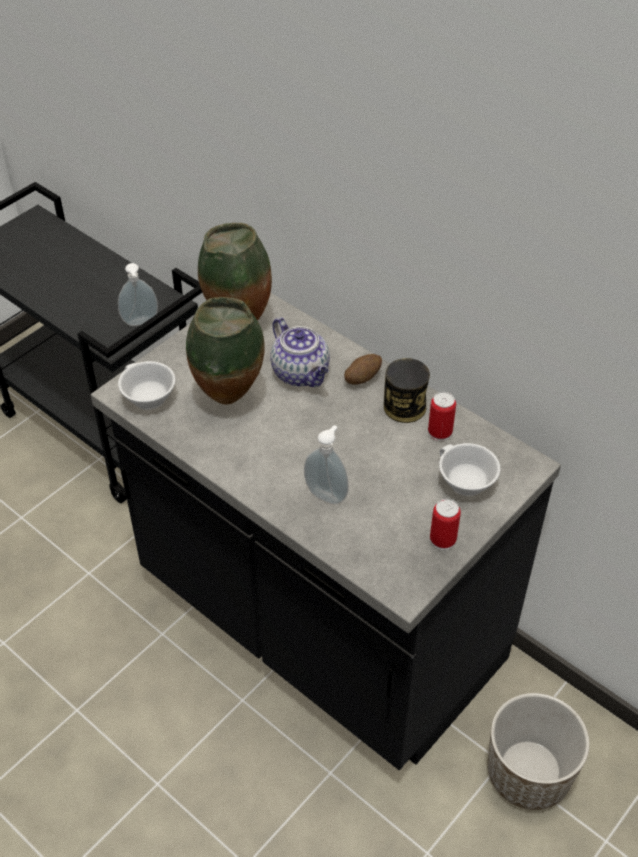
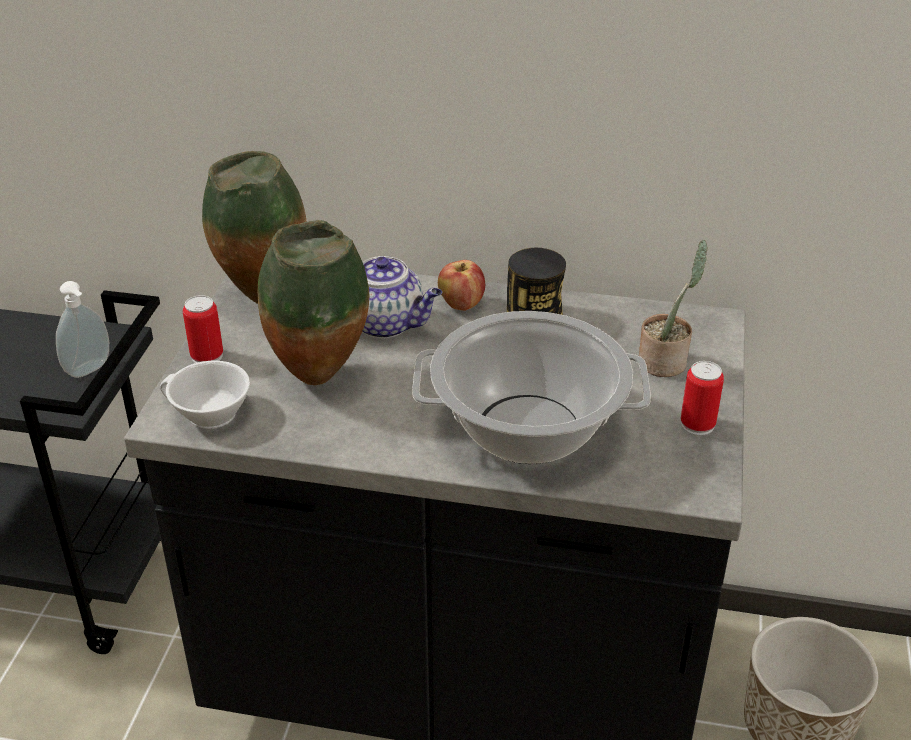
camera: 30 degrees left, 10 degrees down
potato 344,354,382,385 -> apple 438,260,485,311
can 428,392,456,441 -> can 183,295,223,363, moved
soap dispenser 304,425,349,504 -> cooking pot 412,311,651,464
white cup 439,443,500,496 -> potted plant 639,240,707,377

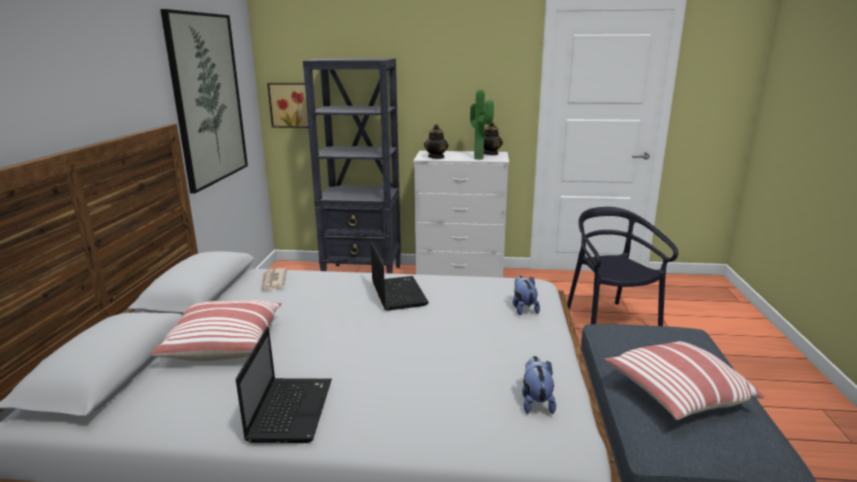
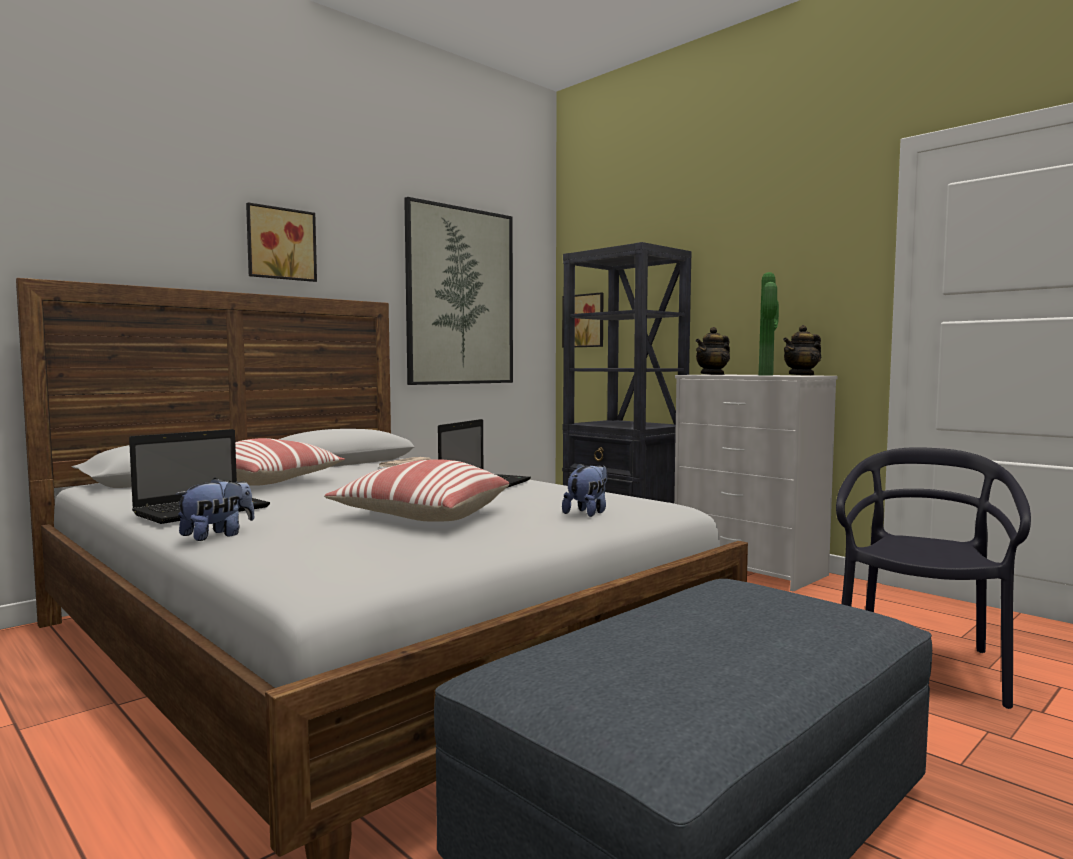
camera: 40 degrees right, 15 degrees down
pillow 605,341,765,420 -> pillow 324,459,509,522, moved
plush toy 522,356,556,414 -> plush toy 175,478,254,541, moved
none -> picture 246,202,317,282

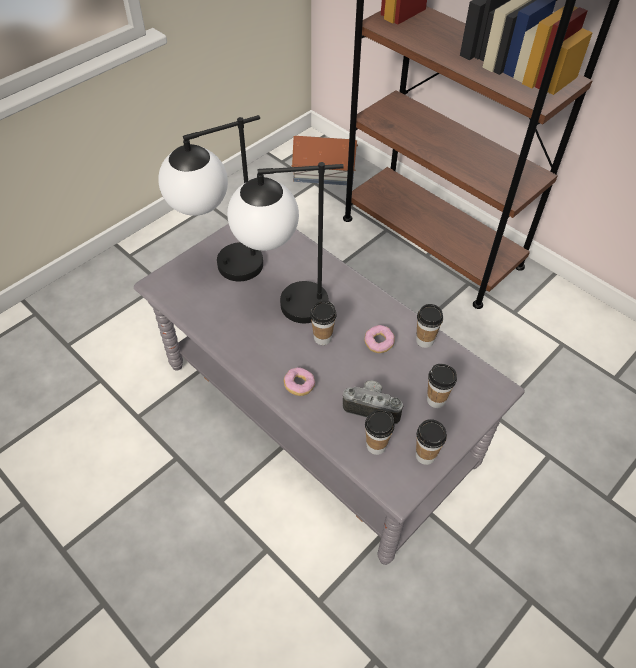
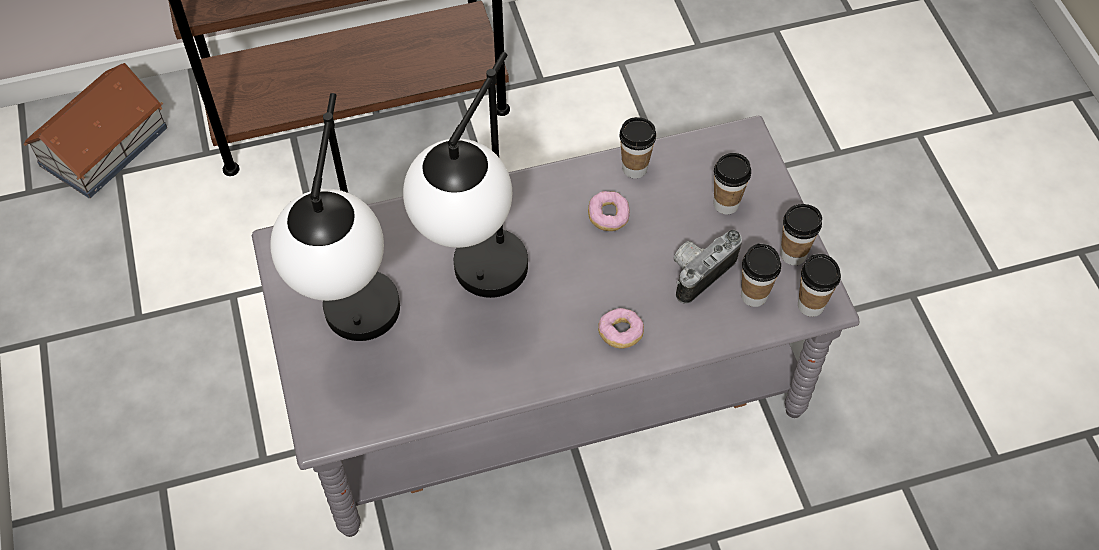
camera: 60 degrees left, 5 degrees up
cup 310,301,336,345 -> cup 798,254,841,317, moved

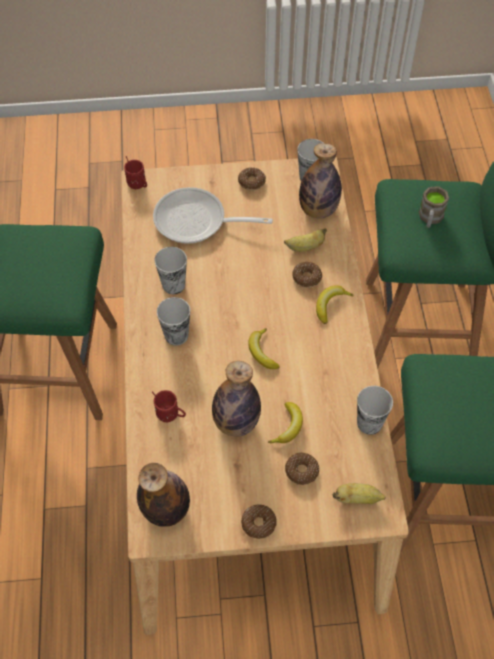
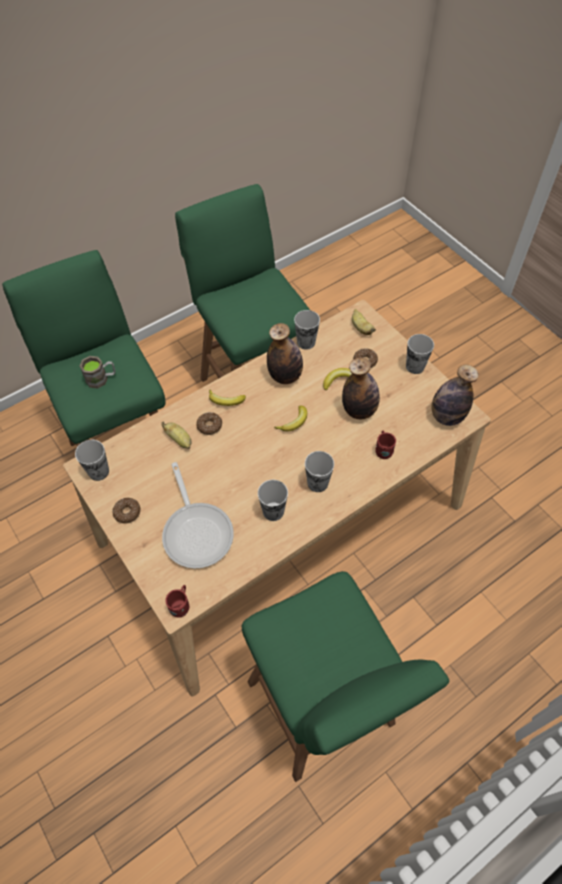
camera: 120 degrees left, 0 degrees up
bottle 299,143,342,219 -> bottle 267,323,303,384, moved
donut 241,504,277,539 -> cup 406,334,434,374

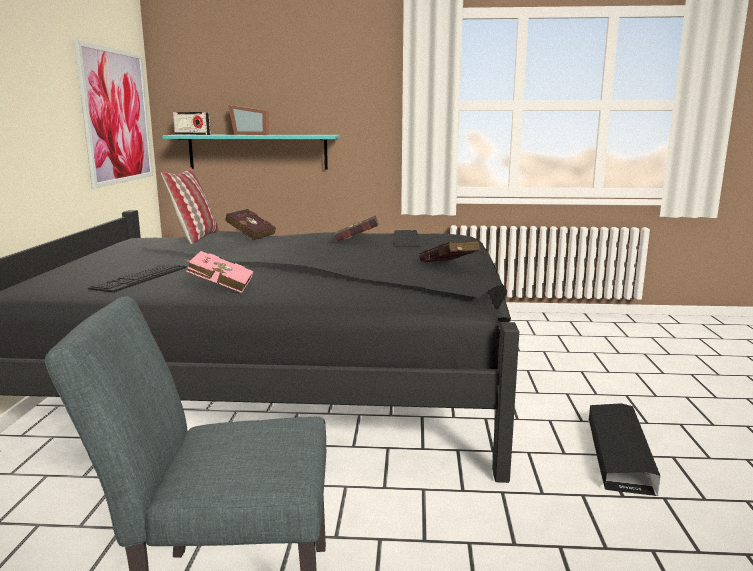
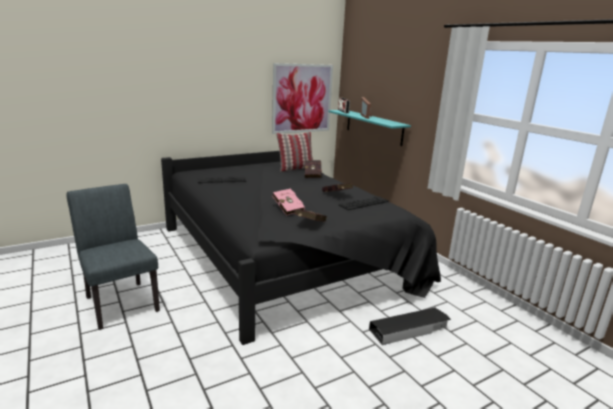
camera: 55 degrees right, 5 degrees up
pink book 184,251,254,293 -> pink book 272,189,305,216, moved
black storage box 588,403,661,496 -> black storage box 369,308,451,345, moved

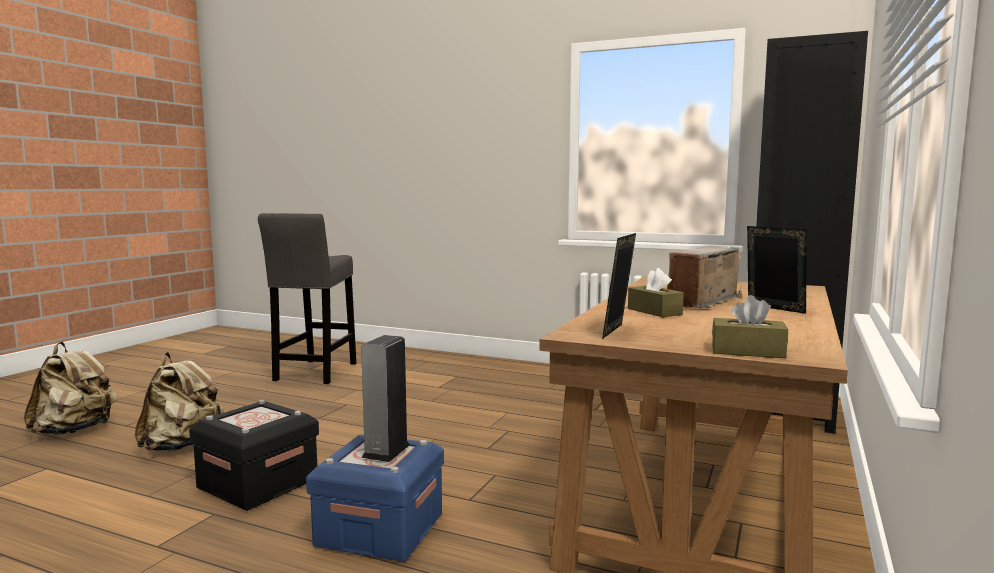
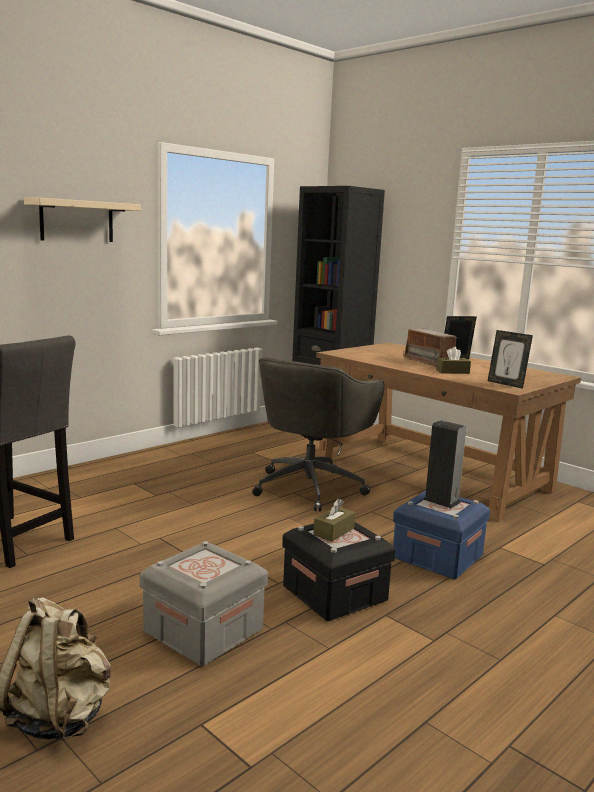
camera: 70 degrees left, 5 degrees up
brown tissue box 712,295,788,358 -> brown tissue box 313,499,355,542, moved
beige backpack 134,352,224,451 -> grey storage box 140,541,268,666
none -> beige shelf 24,198,141,242
none -> grey office chair 252,357,385,512

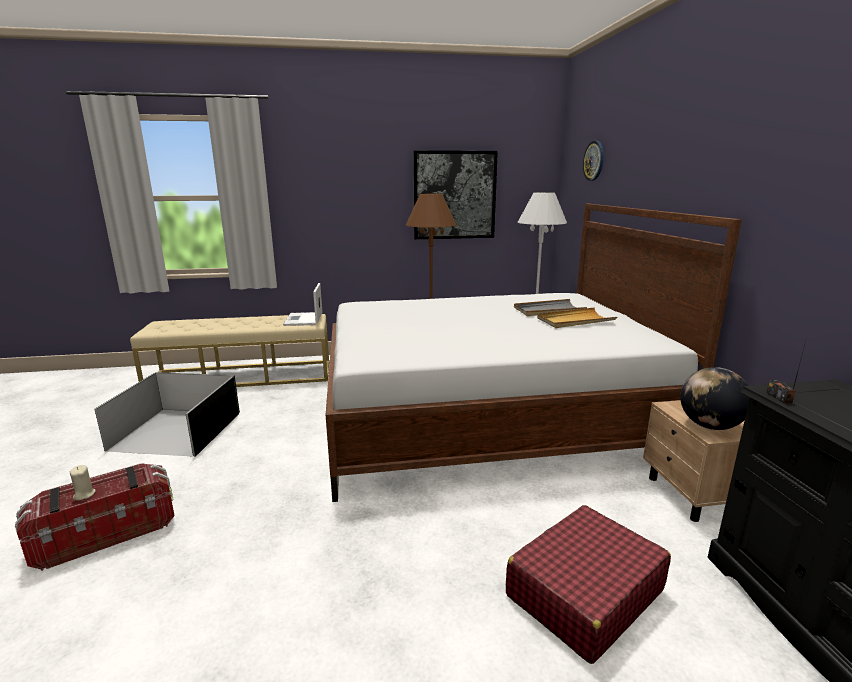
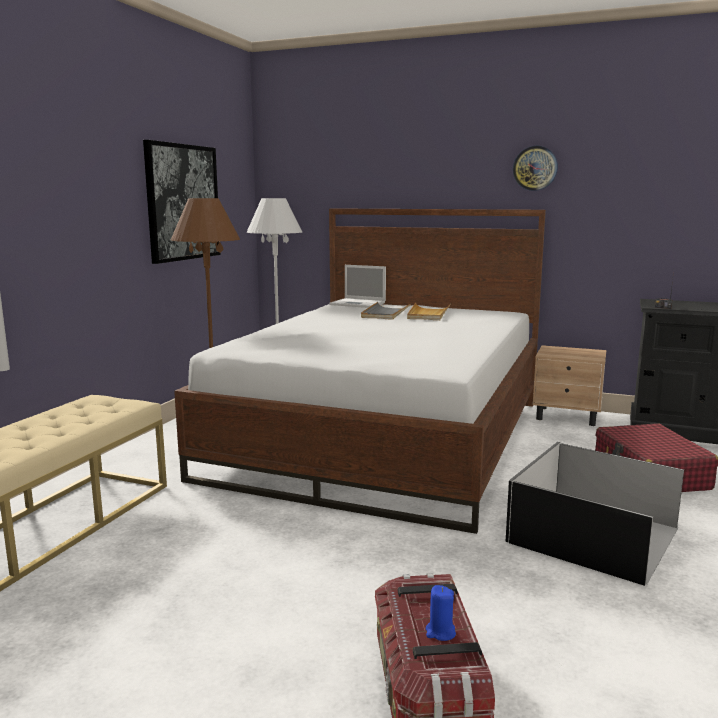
camera: 60 degrees left, 5 degrees down
wall clock 583,141,604,181 -> wall clock 513,146,558,191, moved
laptop 283,283,322,326 -> laptop 329,265,386,308, moved
globe 680,367,750,430 -> none
black storage box 94,372,240,457 -> black storage box 505,442,684,586, moved
beige candle 70,465,96,500 -> blue candle 425,585,456,641

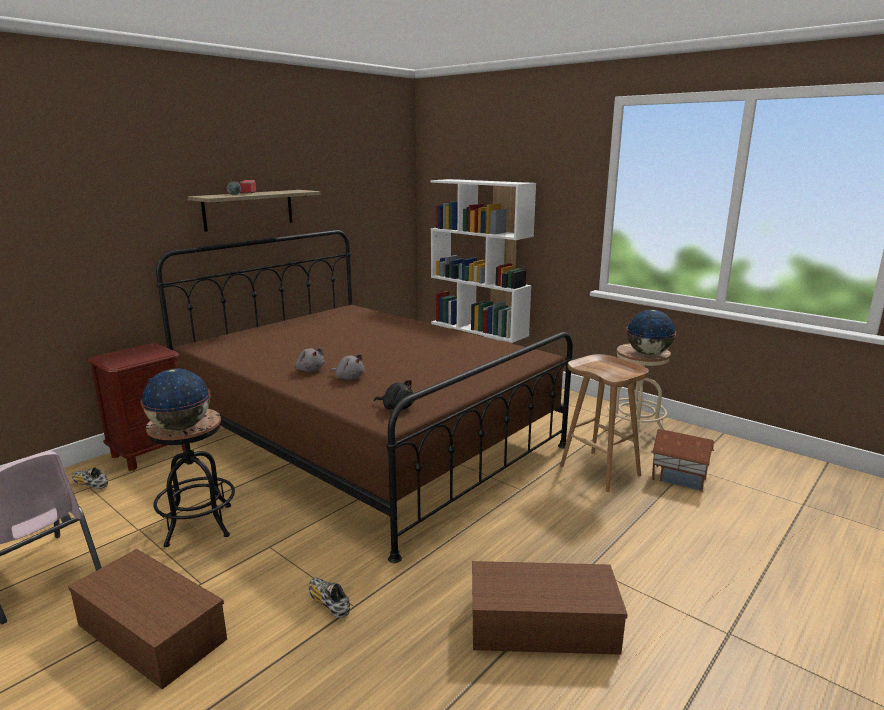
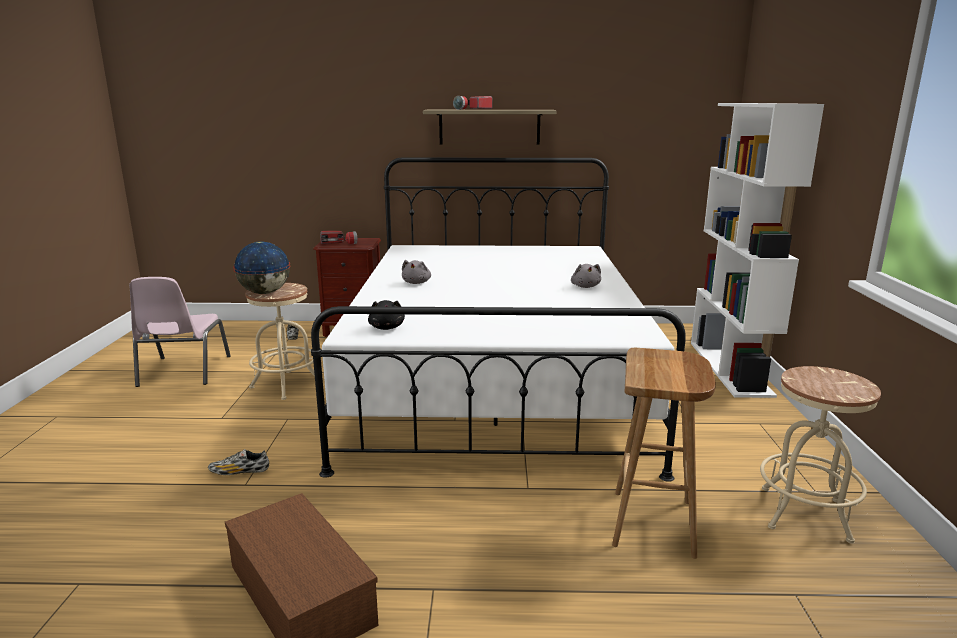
camera: 50 degrees right, 0 degrees up
brown bed 156,230,573,563 -> white bed 311,158,686,482
globe 626,310,676,355 -> none
grey plush toy 331,353,365,380 -> grey plush toy 571,264,601,288, moved
black stool 146,409,235,547 -> beige stool 245,283,315,400
toy house 651,429,714,492 -> none
brown storage box 68,549,227,689 -> none
shoe 309,578,350,618 -> shoe 208,449,269,475, 105 degrees counterclockwise
none -> flashlight 320,231,358,244

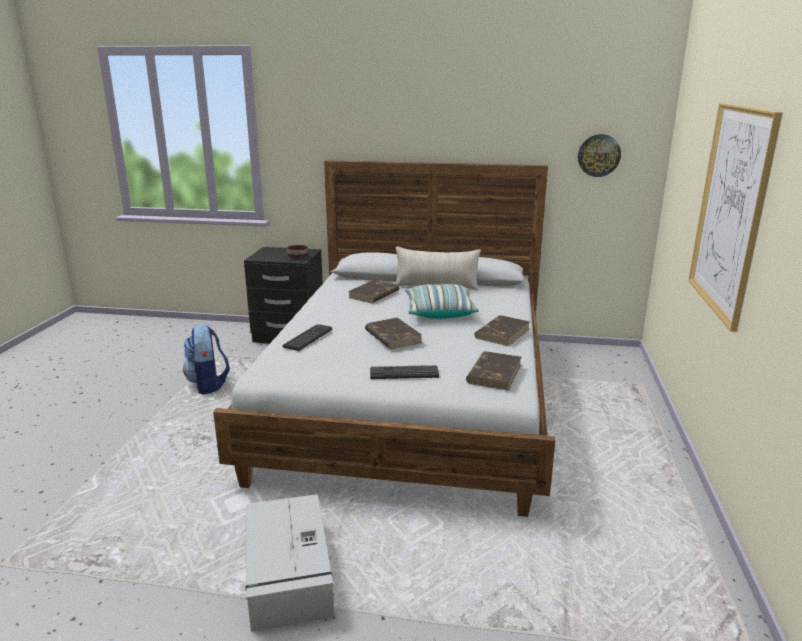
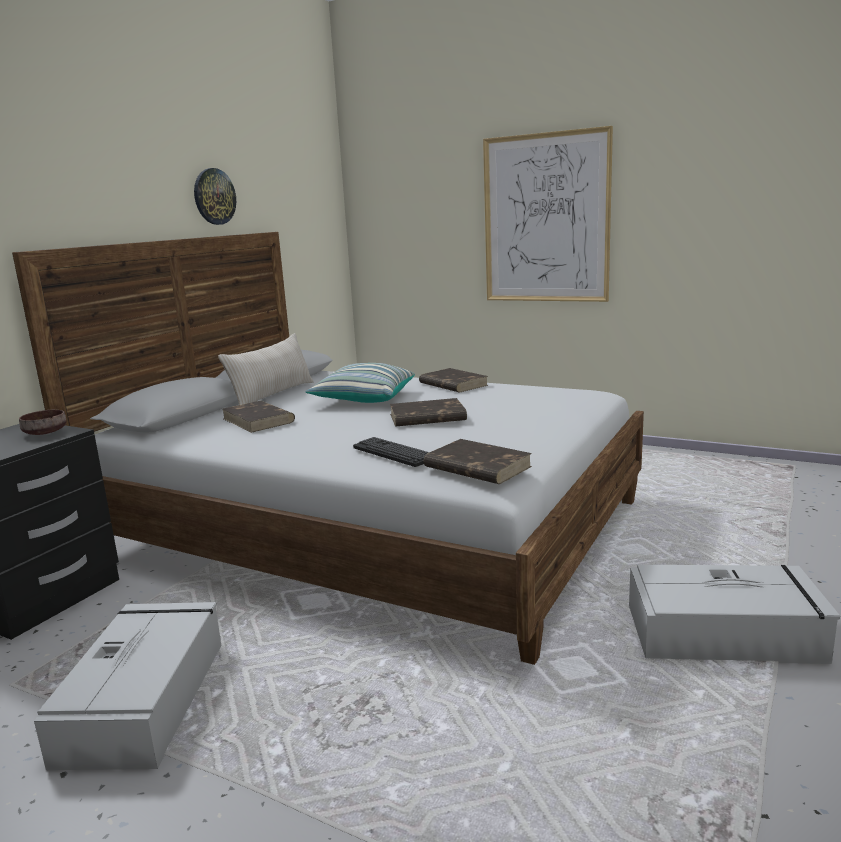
camera: 70 degrees left, 5 degrees down
wall clock 578,134,621,177 -> wall clock 194,168,236,225, moved
backpack 183,324,230,395 -> grey storage box 34,602,221,770
brown book 466,351,522,391 -> brown book 424,439,532,484, moved
keyboard 370,365,439,379 -> none

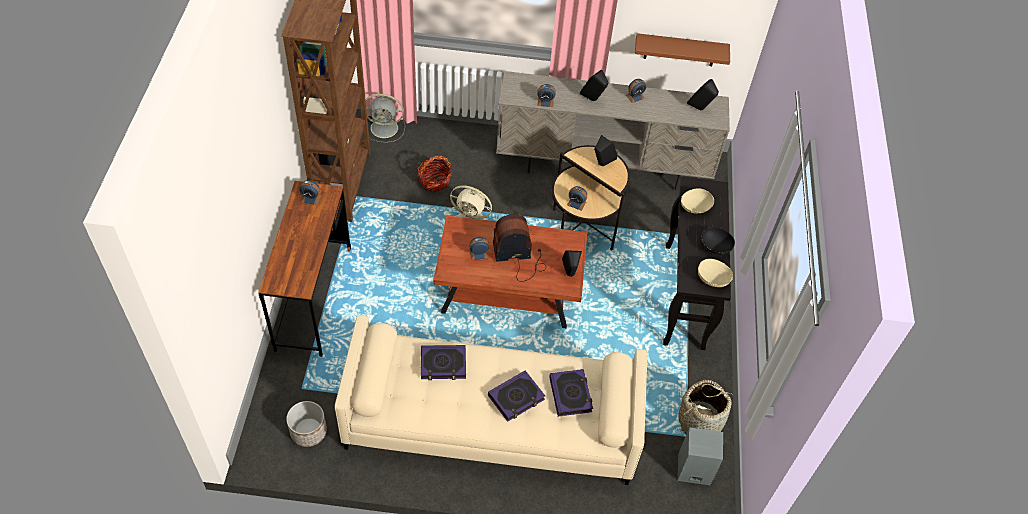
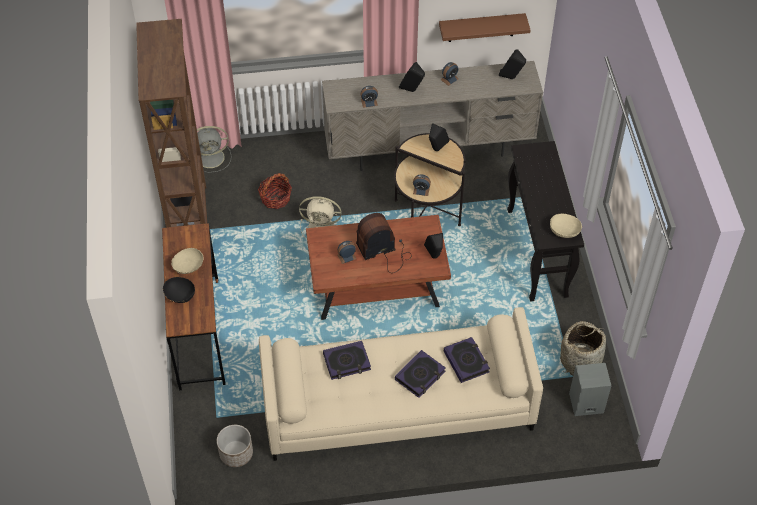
camera: 10 degrees left, 0 degrees up
alarm clock 300,180,322,205 -> none
beige bowl 681,189,714,213 -> beige bowl 171,248,204,274, moved
black bowl 701,227,735,255 -> black bowl 163,277,195,303, moved

